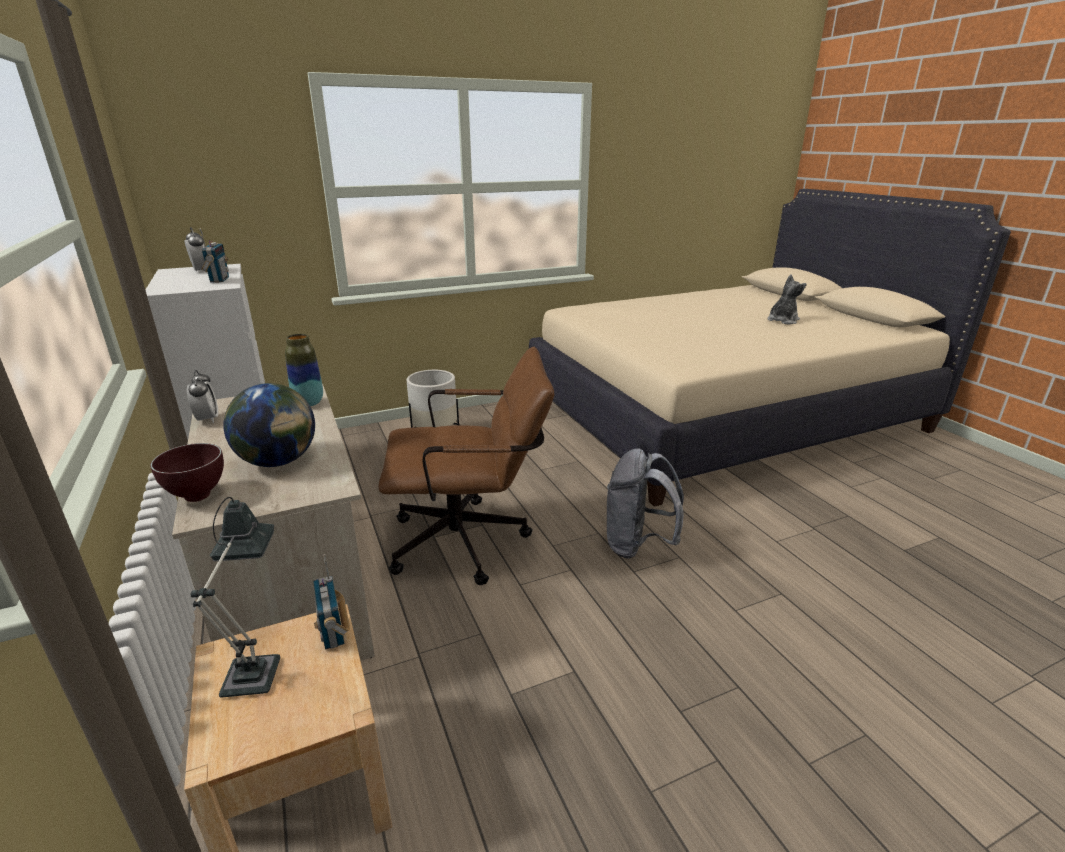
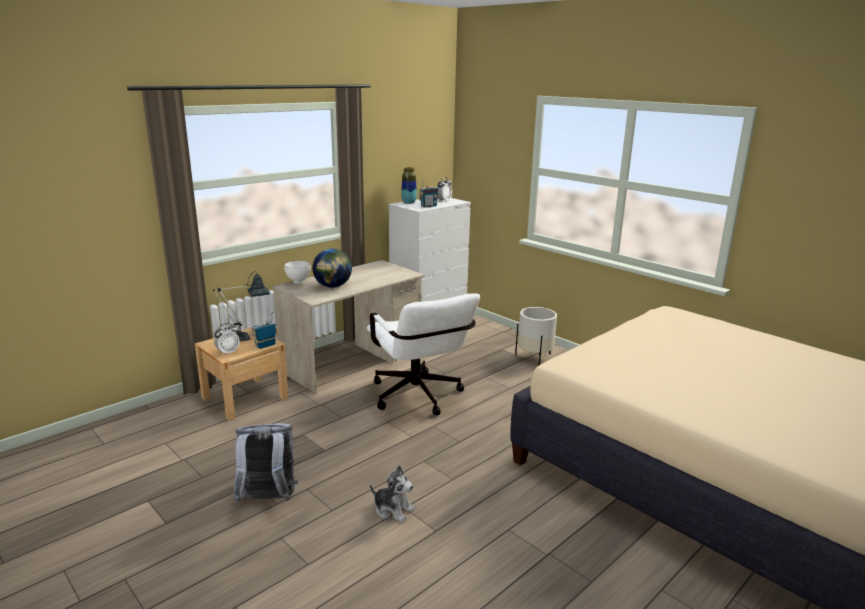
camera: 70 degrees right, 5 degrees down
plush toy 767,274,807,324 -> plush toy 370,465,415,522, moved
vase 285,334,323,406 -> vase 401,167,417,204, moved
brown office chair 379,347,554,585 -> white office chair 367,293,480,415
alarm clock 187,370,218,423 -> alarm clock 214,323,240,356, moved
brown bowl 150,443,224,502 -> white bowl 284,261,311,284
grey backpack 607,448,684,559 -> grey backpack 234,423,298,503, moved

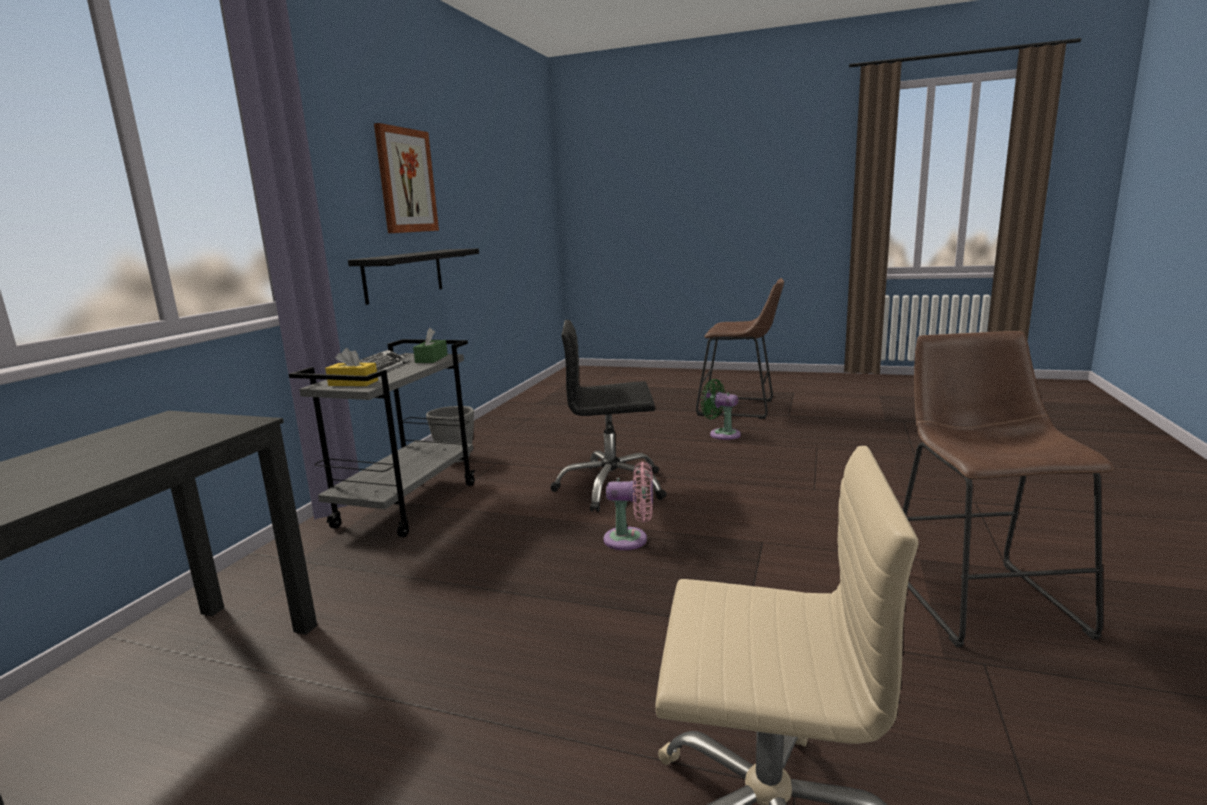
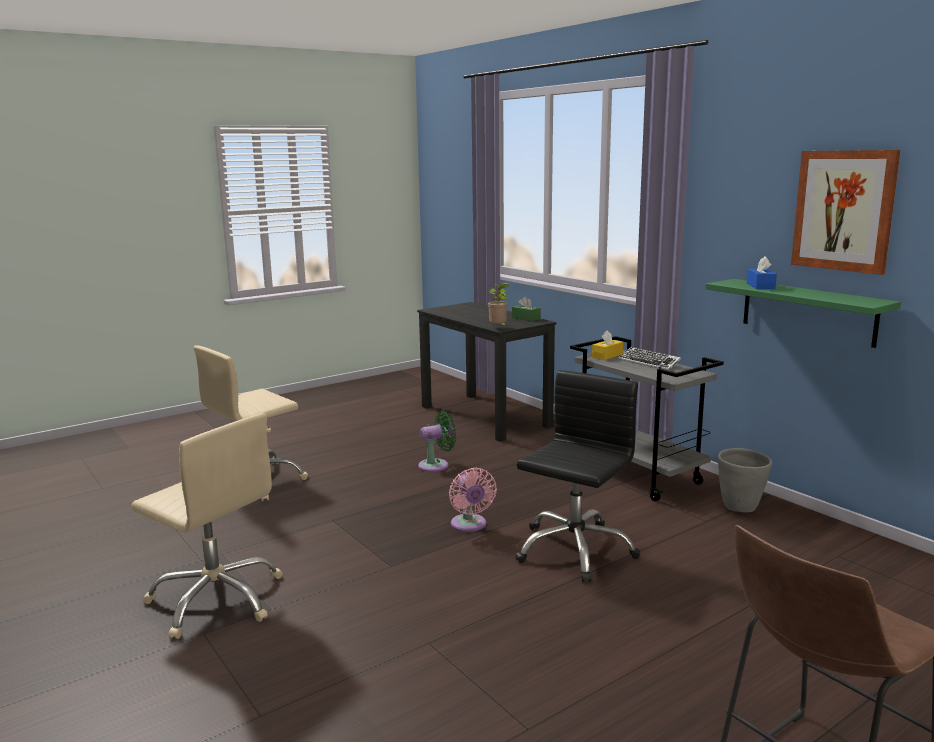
camera: 125 degrees right, 0 degrees up
black shelf 348,248,479,305 -> green shelf 706,279,901,348
green tissue box 413,328,448,363 -> green tissue box 512,296,541,321, moved
brown stool 903,331,1114,647 -> beige office chair 131,413,282,639
green fan 701,379,741,440 -> green fan 418,411,456,472, moved
pink fan 603,462,653,550 -> pink fan 449,468,497,532, 60 degrees counterclockwise
none -> blue tissue box 747,256,777,289
none -> potted plant 488,283,509,325

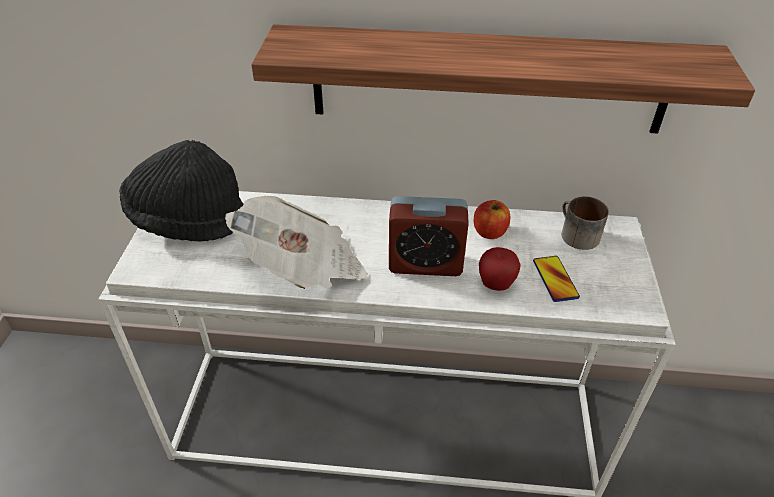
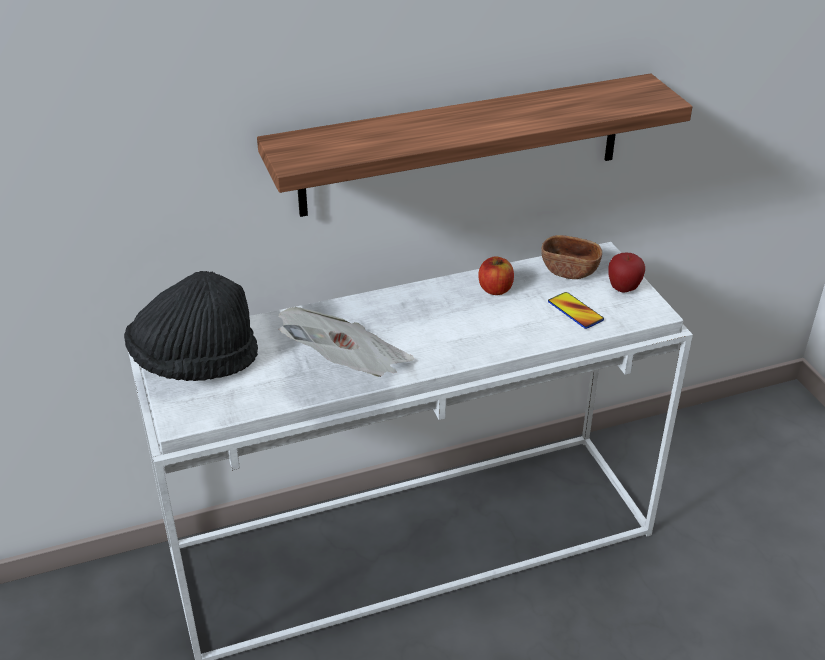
camera: 25 degrees left, 5 degrees down
alarm clock 389,196,469,276 -> none
mug 562,196,609,250 -> brown bowl 541,235,602,279
apple 479,247,521,291 -> apple 608,253,645,292, moved

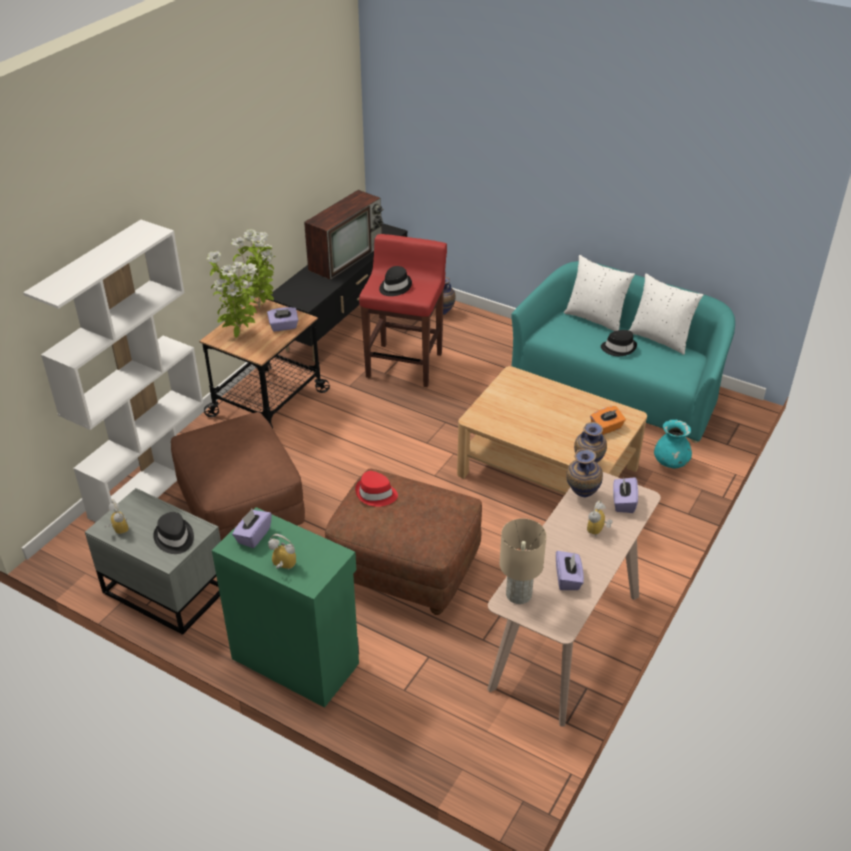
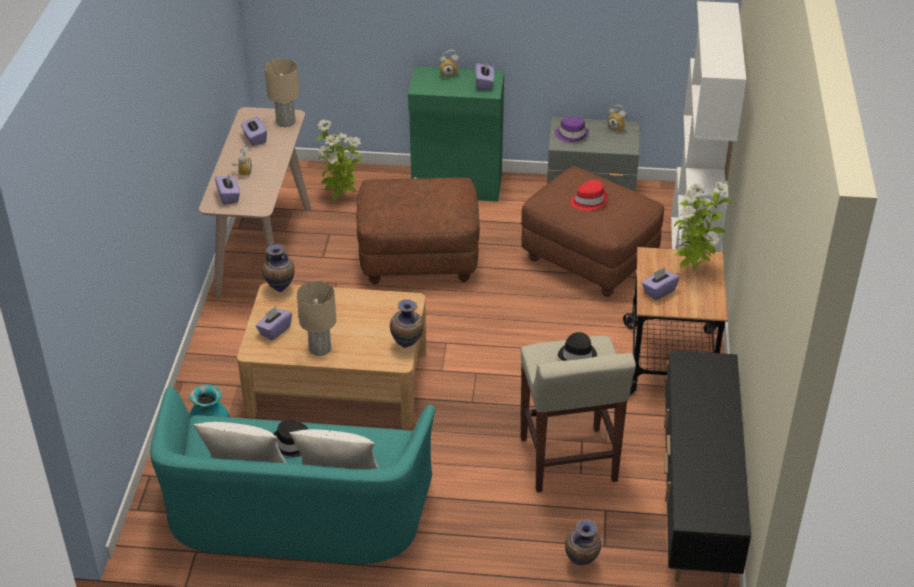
camera: 155 degrees right, 0 degrees up
television 304,190,384,280 -> none
potted plant 231,229,275,309 -> potted plant 317,119,361,201, moved
red stool 359,234,447,387 -> beige stool 521,336,636,493
orange tissue box 590,406,626,435 -> purple tissue box 256,306,292,340
vase 567,449,603,498 -> vase 390,299,423,348, moved
red hat 355,471,398,507 -> red hat 570,180,608,211, moved
black hat 153,512,194,554 -> purple hat 555,117,589,142
none -> beige table lamp 297,281,336,356

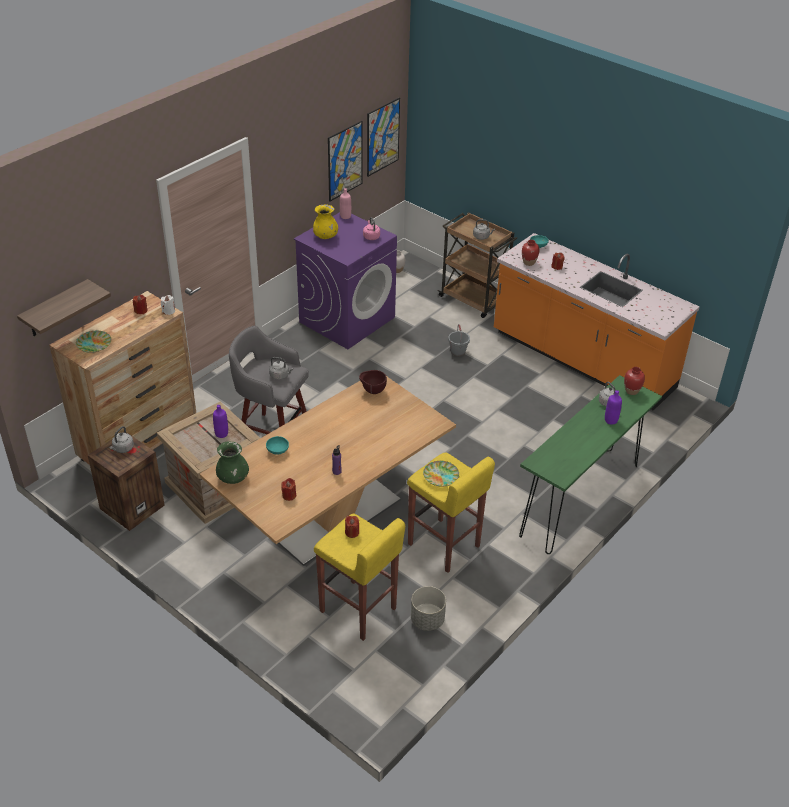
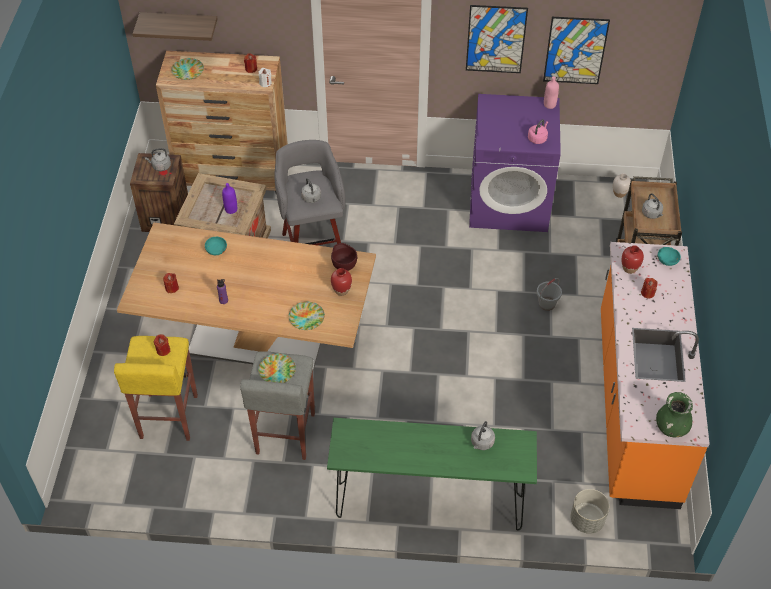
camera: 55 degrees right, 10 degrees up
picture 367,98,400,177 -> picture 466,5,528,73, moved
yellow vase 313,204,338,239 -> none
red vase 624,367,645,395 -> red vase 331,268,352,296, moved
purple bottle 605,390,622,425 -> none
green vase 216,441,249,484 -> green vase 656,392,693,437, moved
yellow stool 407,452,495,573 -> grey stool 240,351,315,460
grey planter 411,586,446,631 -> grey planter 570,489,609,534, moved
none -> plate 289,302,325,330

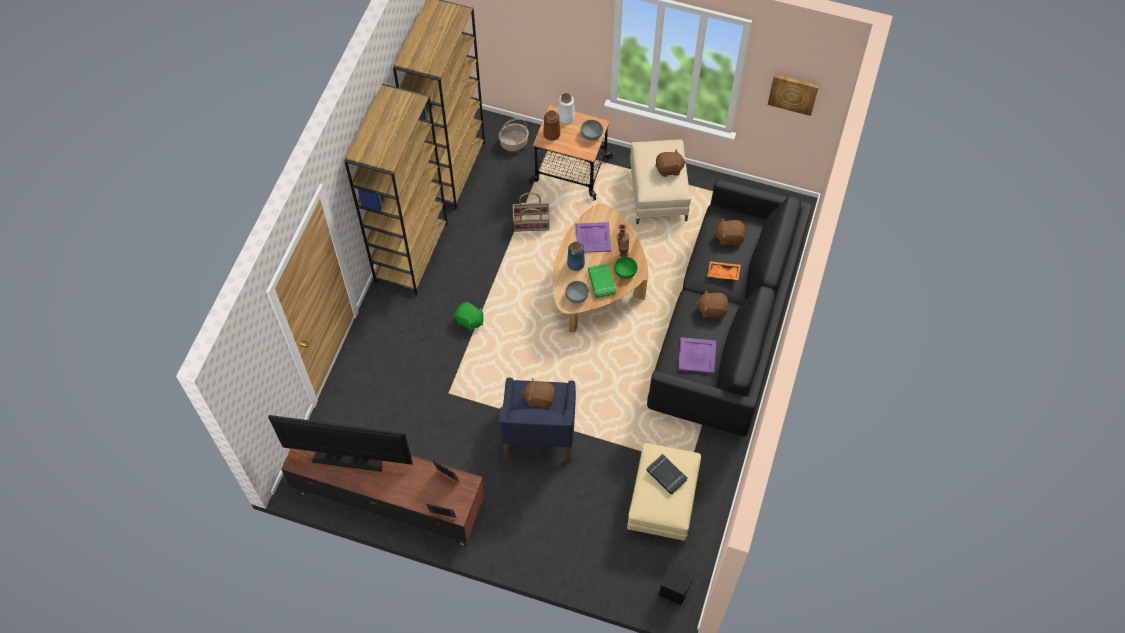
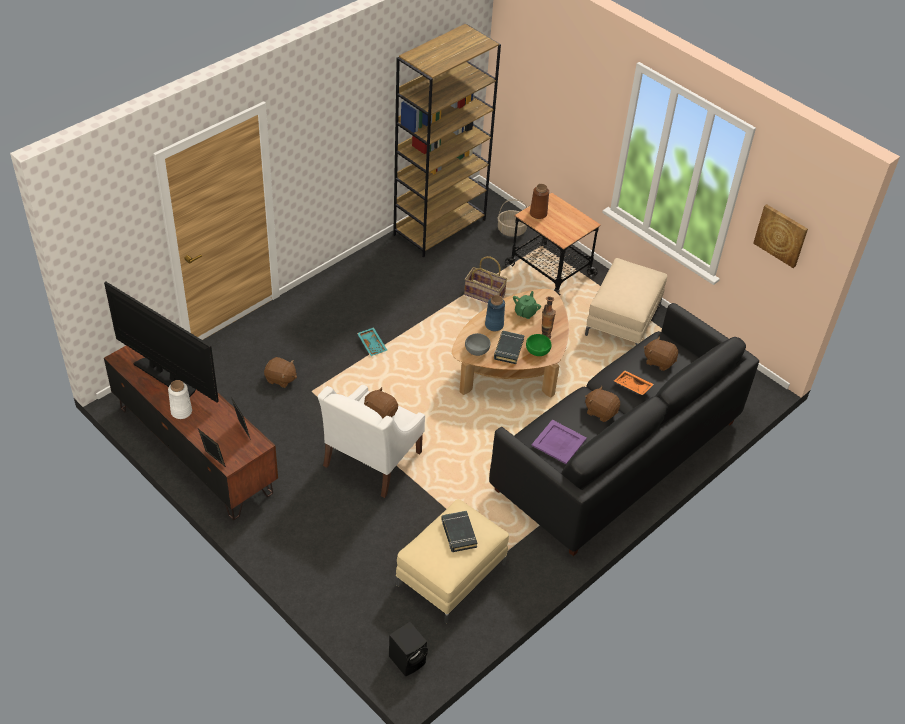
camera: 25 degrees right, 15 degrees down
brown bookcase 344,84,448,295 -> none
white vase 558,93,575,124 -> white vase 168,380,192,419, moved
grey bowl 581,120,603,141 -> none
brown plush toy 655,149,686,177 -> brown plush toy 264,357,297,388, moved
purple tray 576,222,611,253 -> green teapot 513,291,541,319
green book 588,264,616,298 -> black book 494,331,524,364
green plush toy 454,302,484,331 -> turquoise tray 357,327,387,356
blue armchair 499,378,576,462 -> white armchair 318,384,425,498

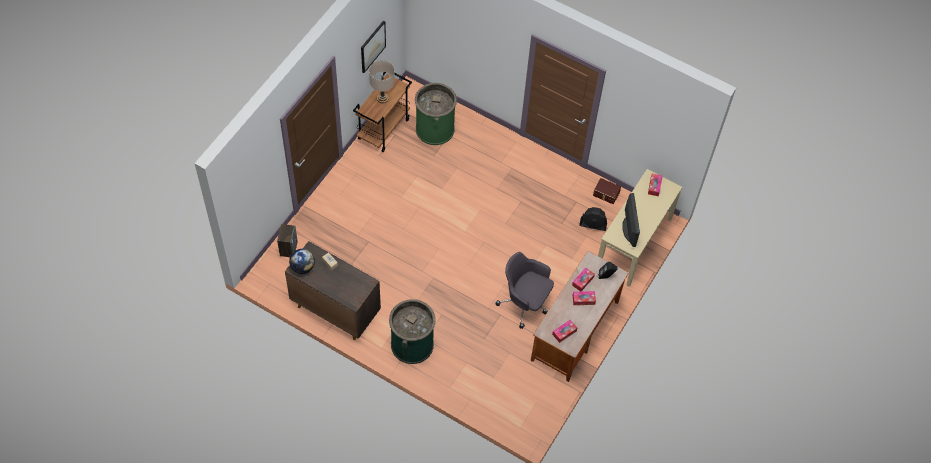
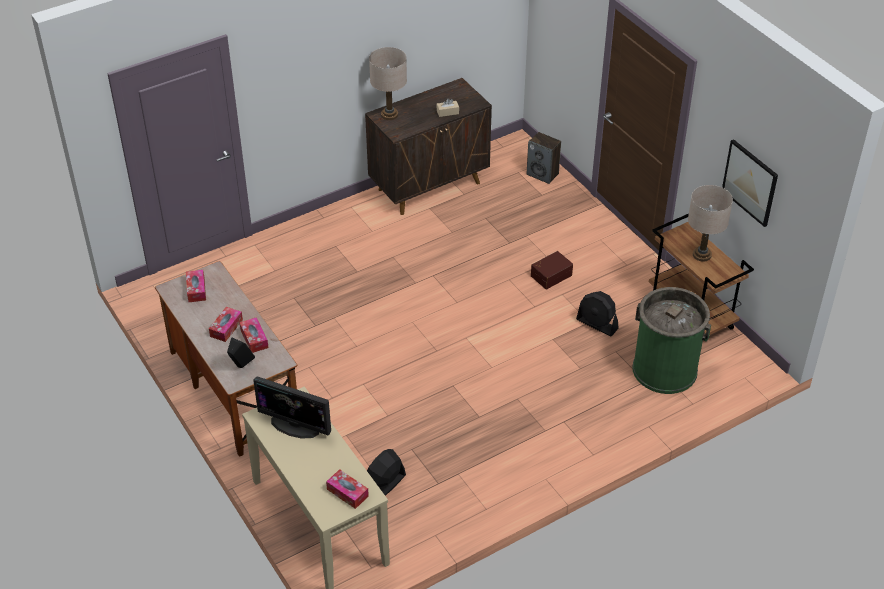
camera: 120 degrees right, 15 degrees down
brown storage box 593,178,621,204 -> brown storage box 531,251,573,290, moved
globe 289,249,315,274 -> none
grey office chair 495,252,554,329 -> none
green trash can 389,299,436,364 -> none
none -> beige table lamp 369,47,407,120
none -> black fan 576,291,619,336

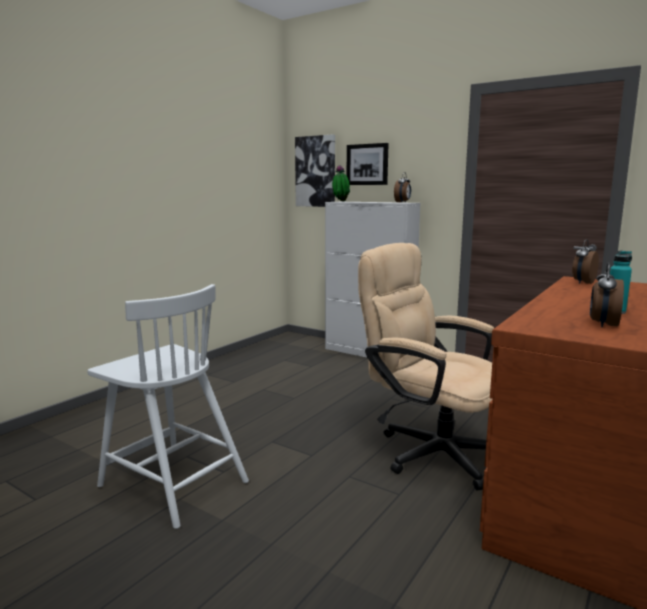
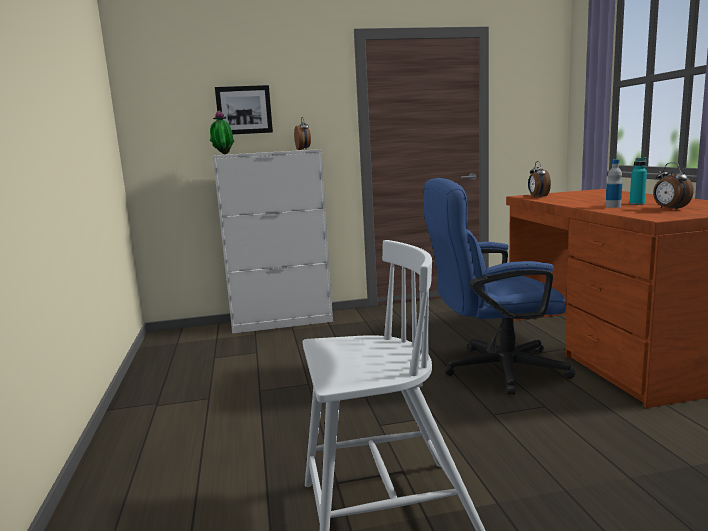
camera: 45 degrees left, 0 degrees up
picture 295,134,335,207 -> none
beige office chair 358,243,494,491 -> blue office chair 423,178,575,395
none -> bottle 606,159,622,208

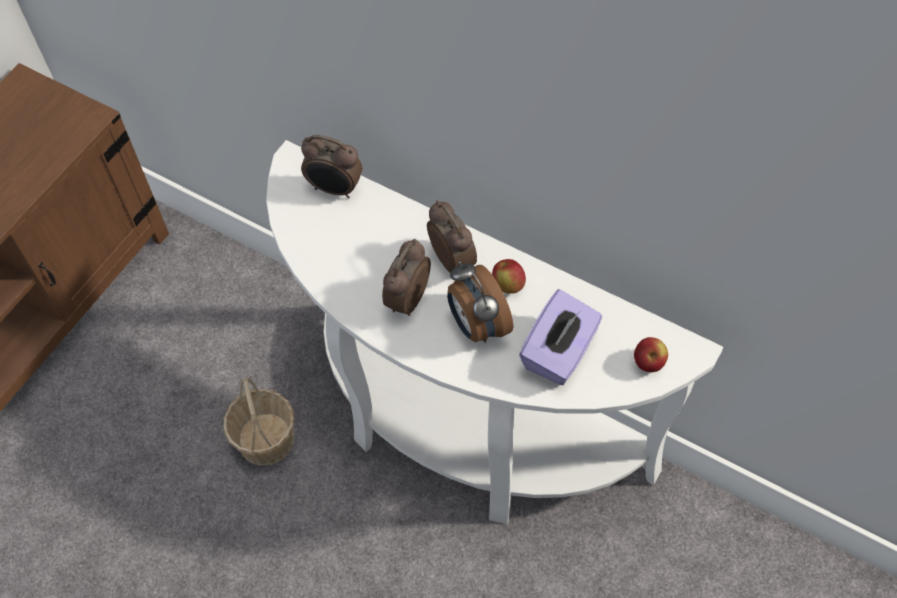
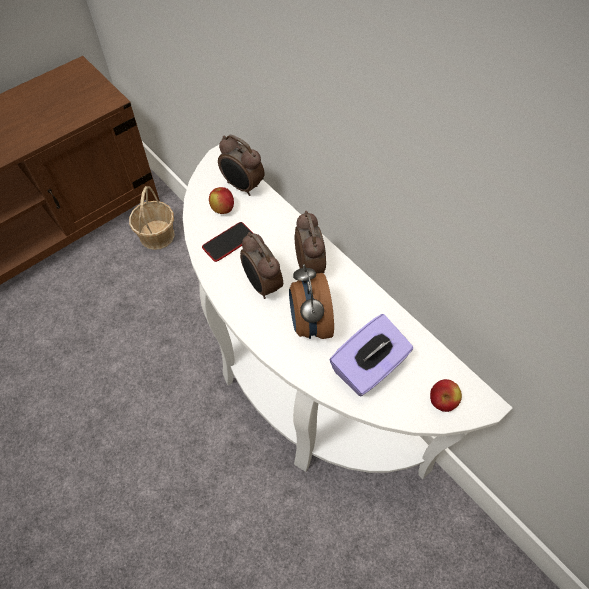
camera: 15 degrees right, 0 degrees up
alarm clock 382,239,431,316 -> alarm clock 240,232,283,299, 75 degrees counterclockwise
apple 492,259,526,294 -> apple 209,187,234,214, moved
basket 224,377,294,466 -> basket 129,186,175,250, moved
none -> phone 202,222,254,262

